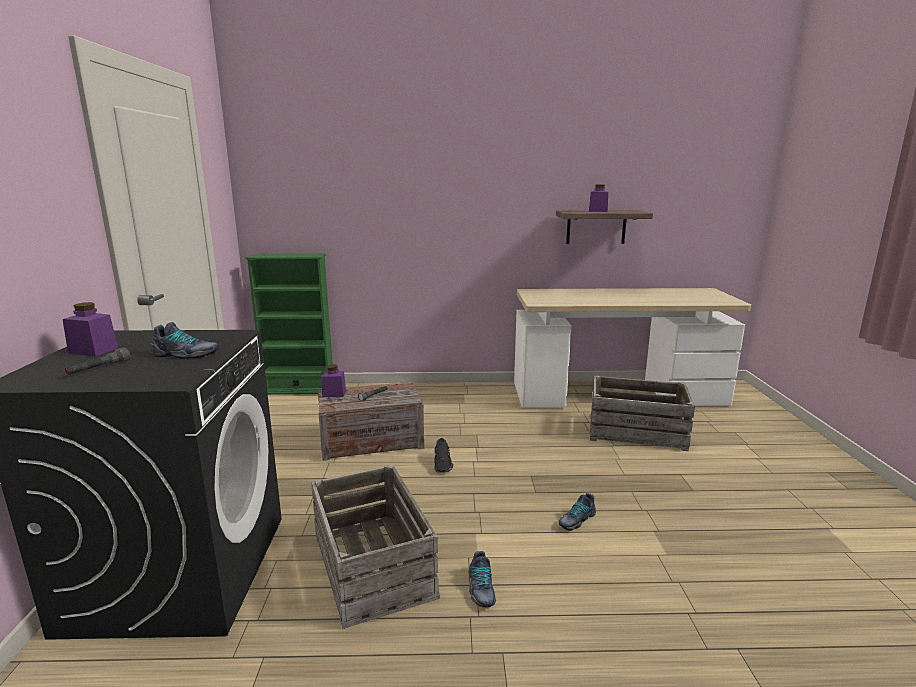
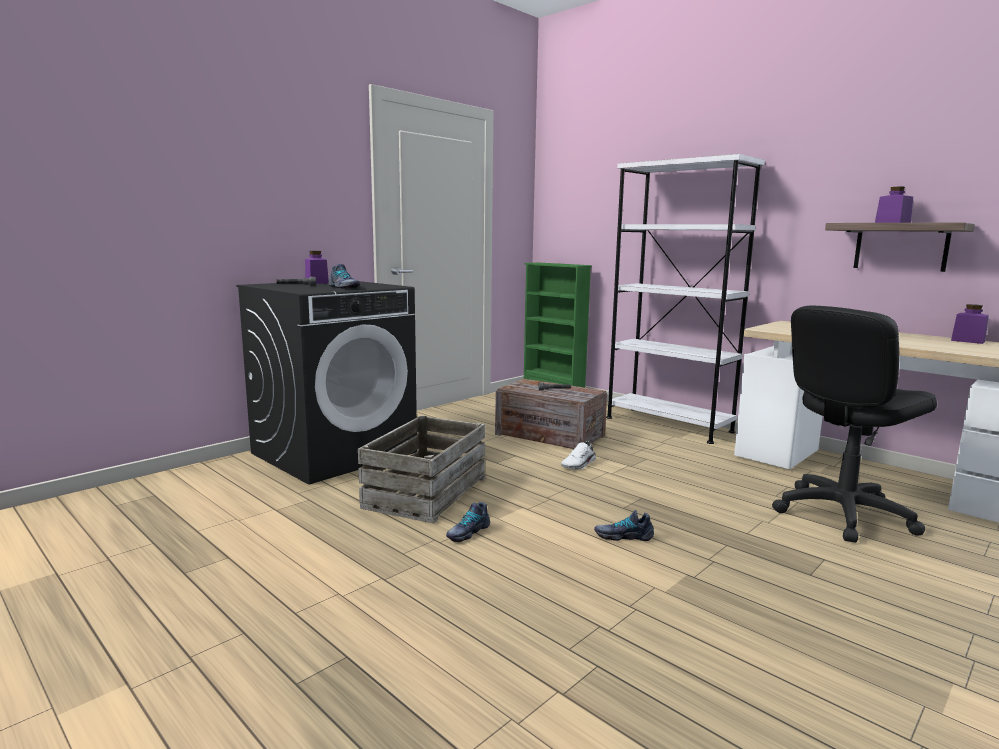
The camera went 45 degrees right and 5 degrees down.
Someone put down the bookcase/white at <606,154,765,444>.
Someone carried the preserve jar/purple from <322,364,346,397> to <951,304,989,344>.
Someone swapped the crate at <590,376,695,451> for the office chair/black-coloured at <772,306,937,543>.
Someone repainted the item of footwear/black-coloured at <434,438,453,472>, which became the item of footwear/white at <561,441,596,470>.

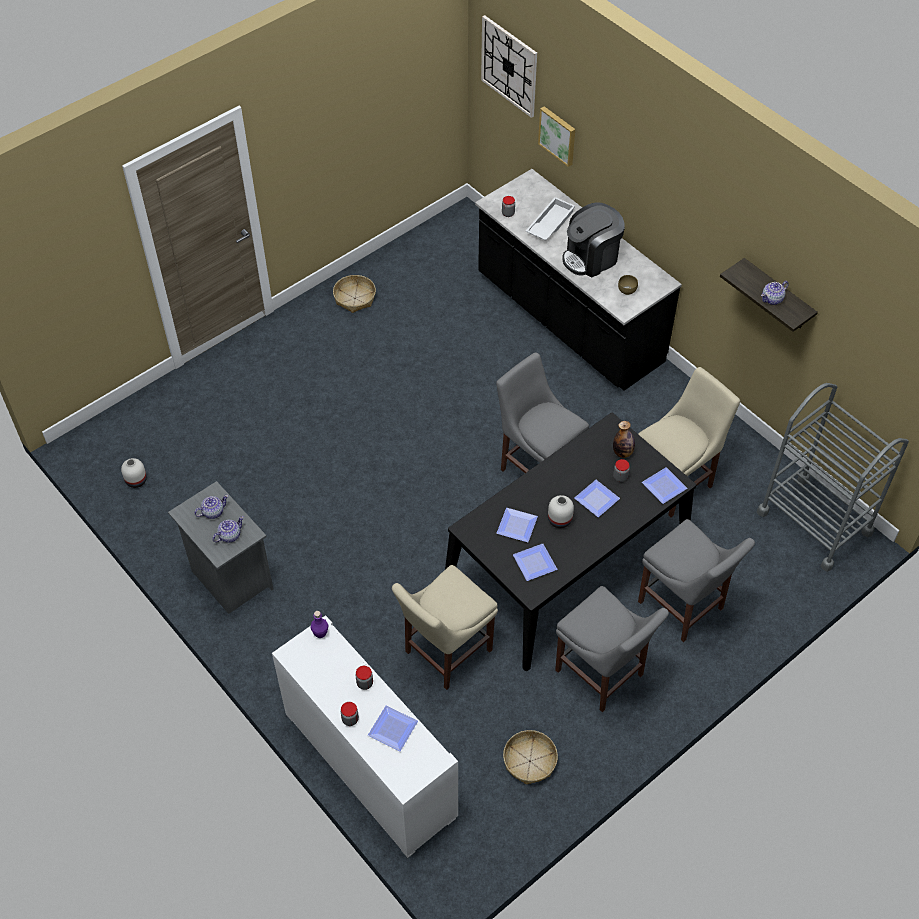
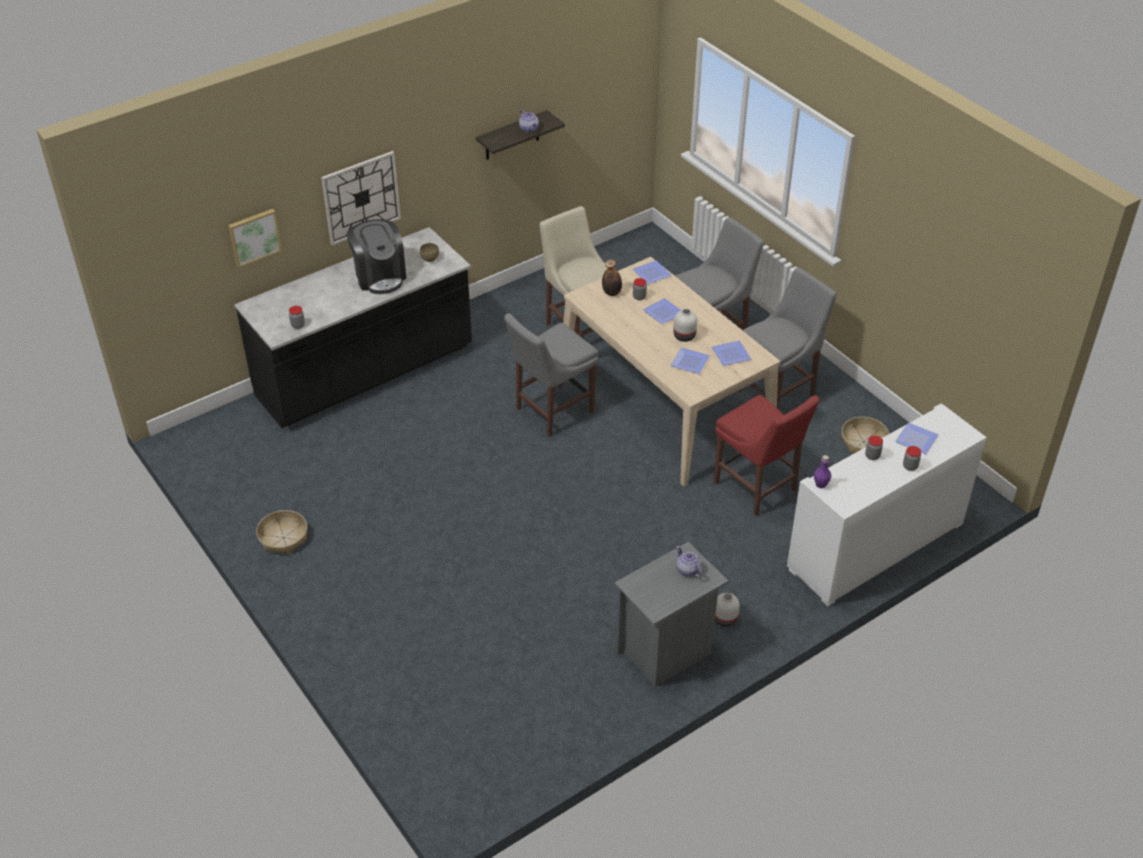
The camera went 85 degrees left and 10 degrees down.
Someone took away the tea pot at <194,495,228,519>.
Someone took away the carrying tray/white at <526,197,575,241>.
Someone took away the trolley/grey at <757,383,909,572>.
Someone carried the vase/white from <121,458,147,488> to <715,593,740,627>.
Someone carried the clock on the wall from <481,15,537,118> to <321,151,401,246>.
Someone repainted the chair/sand-coloured at <392,565,498,690>, which became the chair/reddish at <714,395,820,516>.
Someone repainted the dinner table/black-coloured at <445,412,696,671>, which became the dinner table/sand-coloured at <563,257,780,486>.

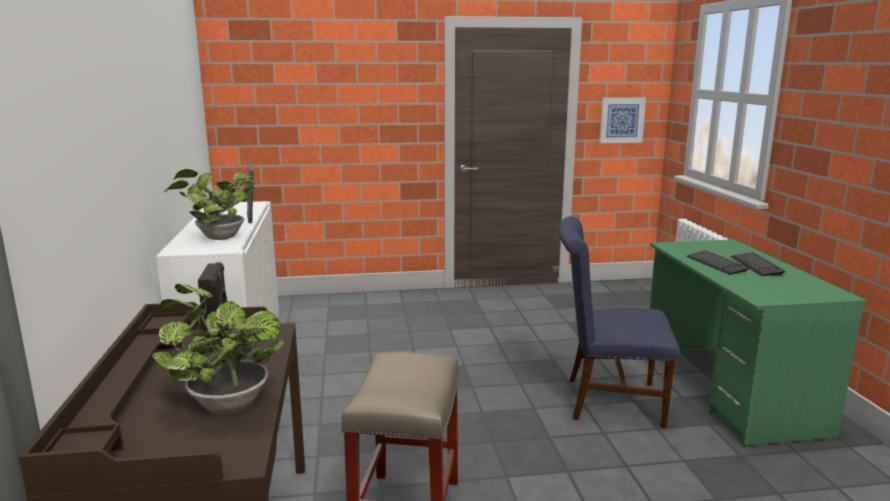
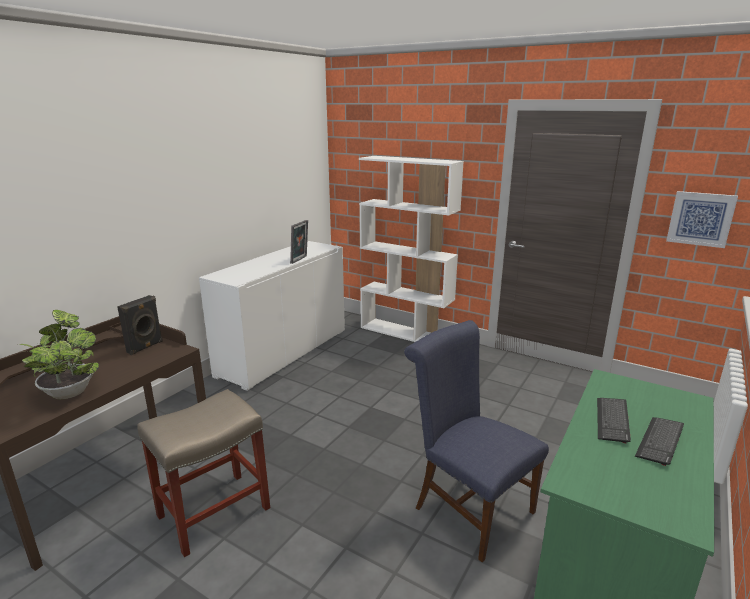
The camera went 40 degrees right and 5 degrees up.
Someone took away the houseplant at <164,169,256,240>.
Someone put down the bookcase/white at <359,156,464,342>.

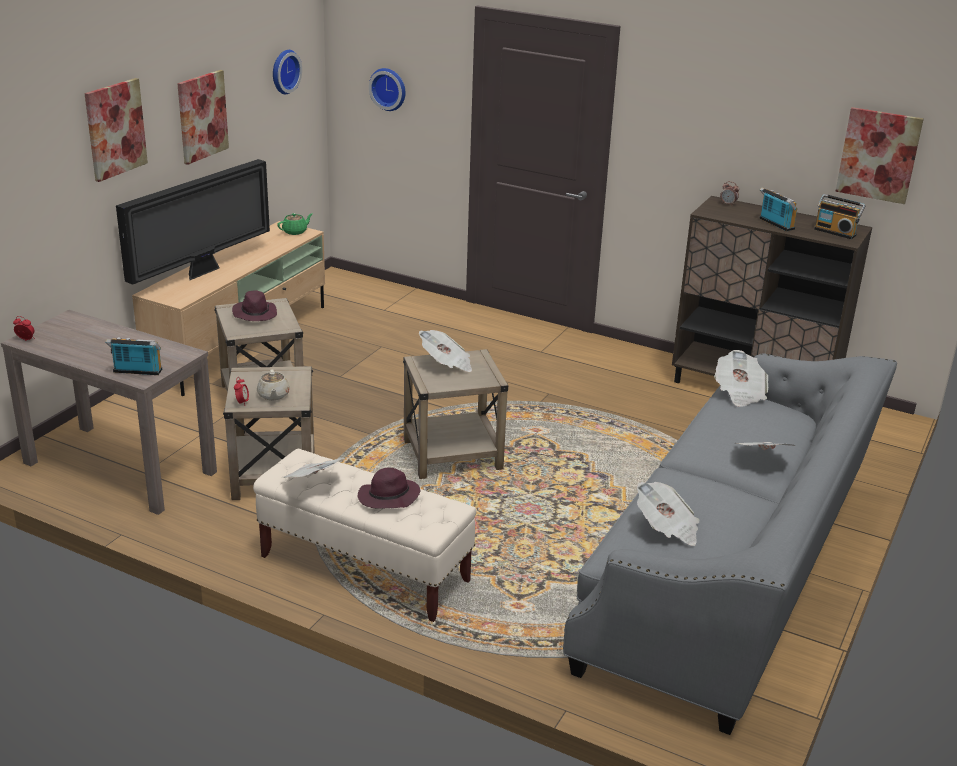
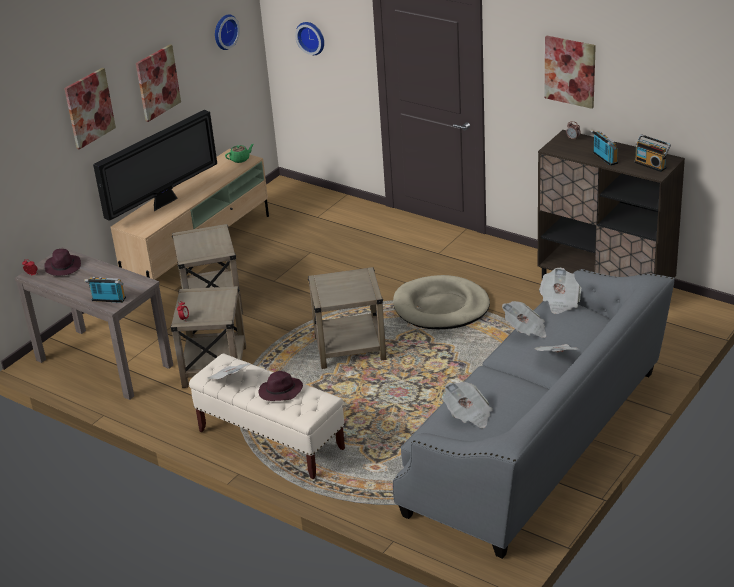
The camera went 10 degrees right and 5 degrees up.
Someone took away the tea pot/sand-coloured at <257,369,290,400>.
Someone put down the dog cushion/sand-coloured at <393,275,490,329>.
Someone carried the hat/purple from <232,290,277,321> to <44,249,81,276>.
Someone carried the daily paper from <419,330,472,372> to <502,301,546,338>.
Someone carried the wall art from <836,107,924,204> to <545,36,596,109>.

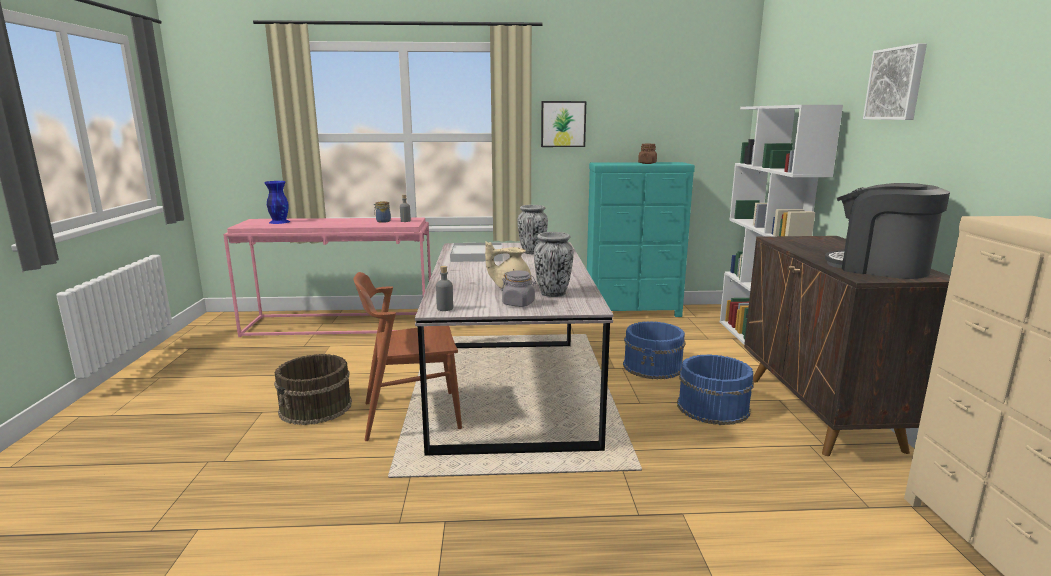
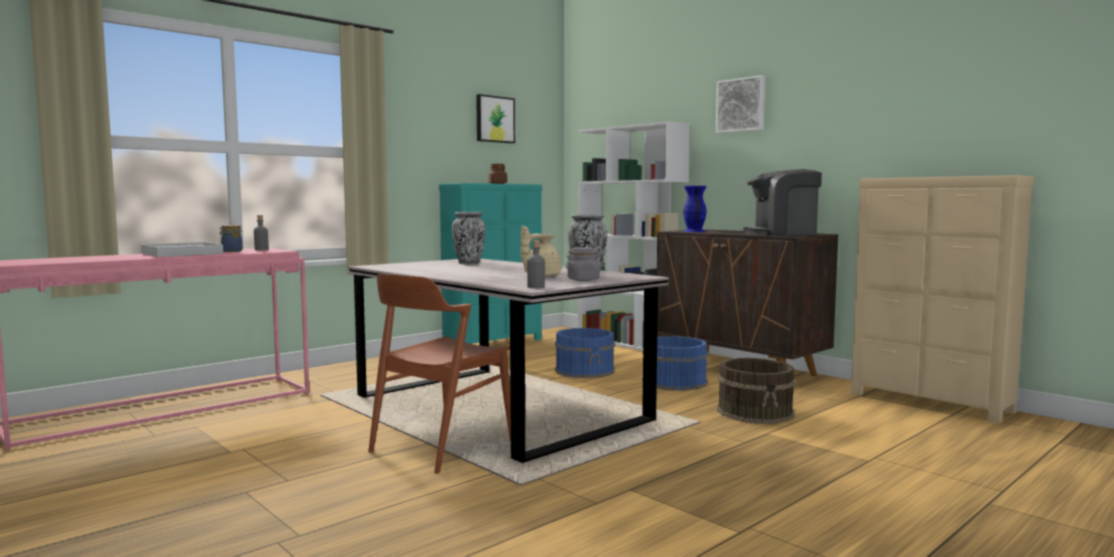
The camera went 40 degrees left and 10 degrees down.
Someone carried the vase/blue-coloured from <264,181,290,224> to <683,186,707,232>.
Someone carried the water bucket/brownish from <274,354,352,425> to <717,358,795,424>.
Someone carried the carrying tray/white from <450,242,503,262> to <141,242,223,257>.
Someone carried the wall art from <541,101,586,147> to <476,94,515,143>.

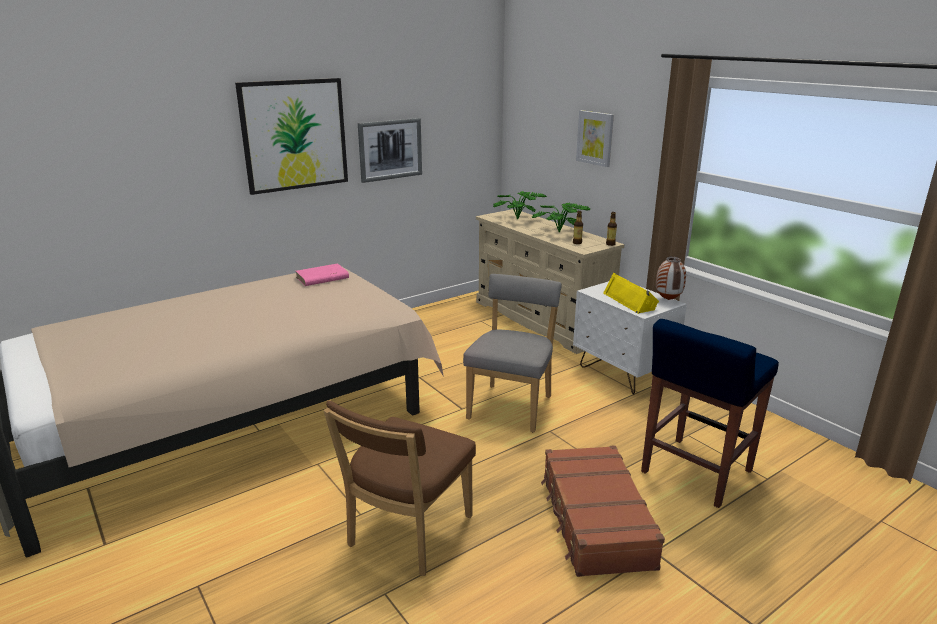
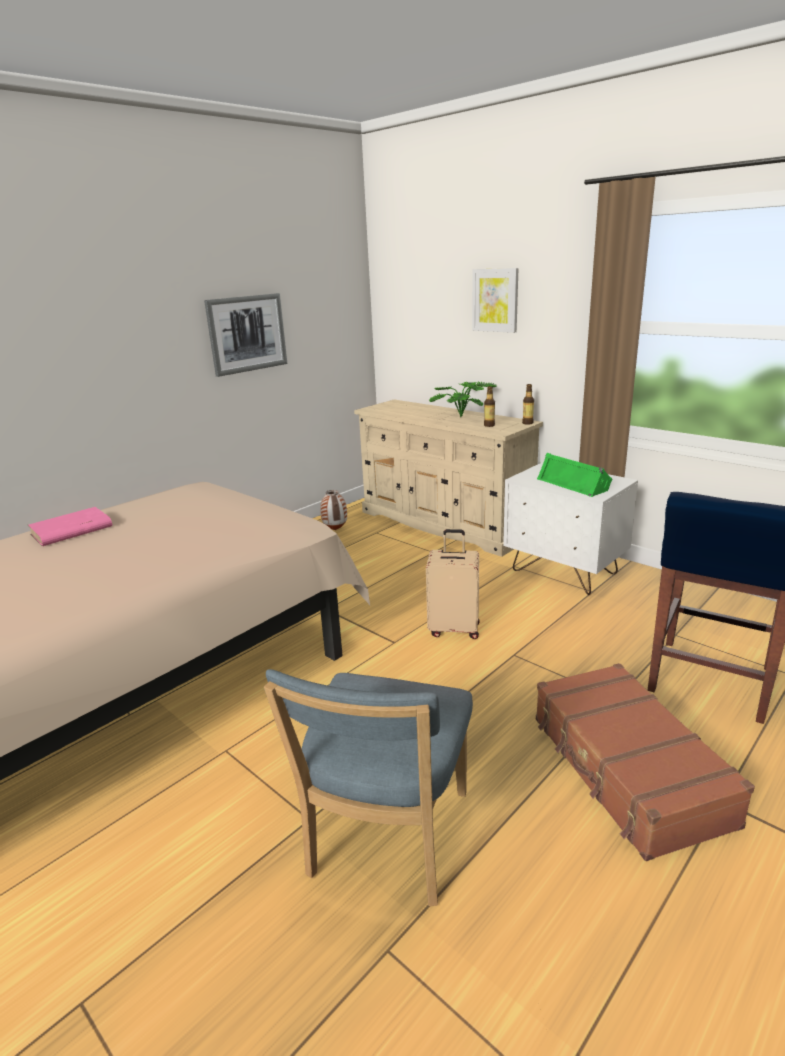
The camera went 10 degrees left and 0 degrees up.
Someone took away the wall art at <235,78,348,195>.
Someone took away the houseplant at <494,191,547,219>.
Someone carried the bound book/pinkish from <296,263,349,286> to <28,507,112,546>.
Someone carried the vase from <656,256,686,300> to <320,490,347,530>.
Someone swapped the chair/grey at <463,274,562,432> for the travel case/sand-coloured at <426,529,480,639>.
Someone repainted the chair/brownish at <323,400,476,576>, which became the chair/blue-coloured at <264,669,473,906>.
Someone repainted the loudspeaker/yellowish at <603,272,659,314>, which became the loudspeaker/green at <537,453,612,497>.

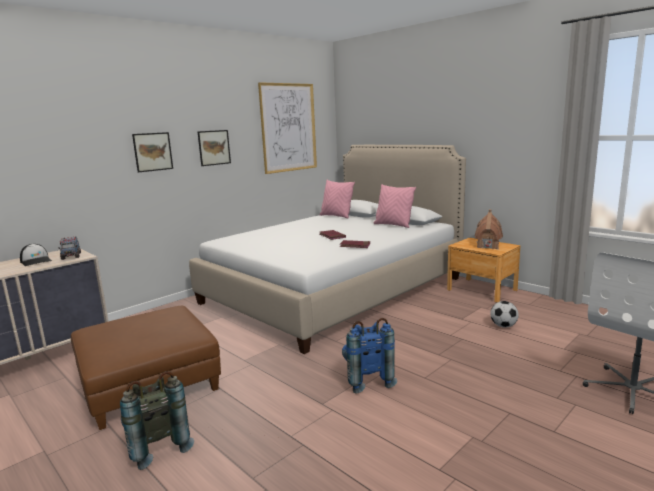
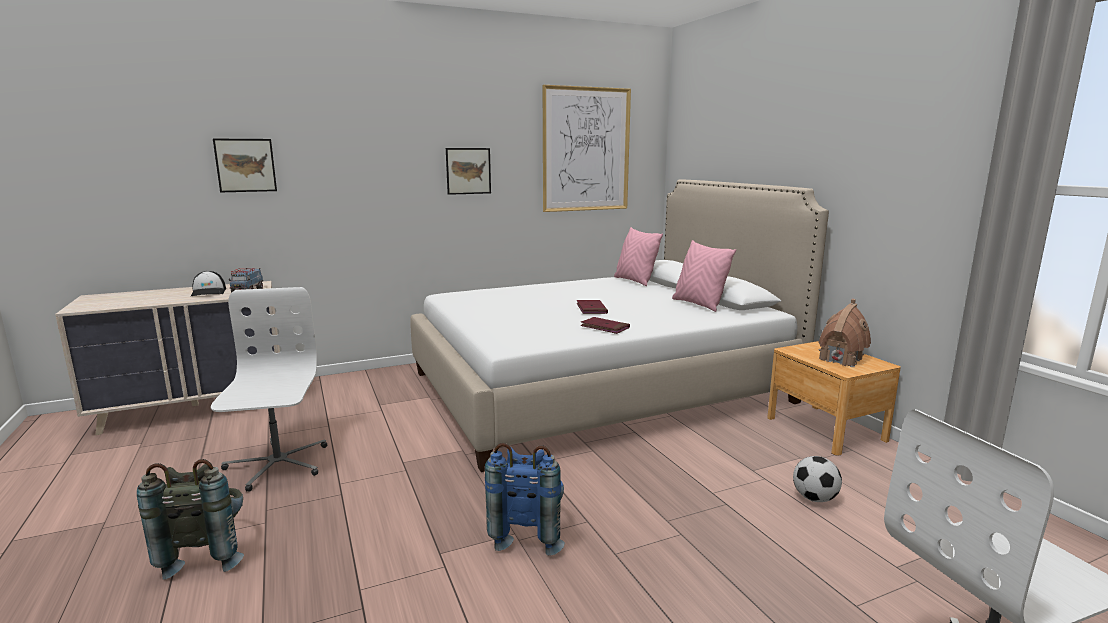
The camera went 20 degrees right and 0 degrees up.
Someone carried the wall art from <132,132,173,173> to <213,139,277,192>.
Someone swapped the footrest/brownish at <71,306,221,430> for the office chair/white at <211,287,327,492>.

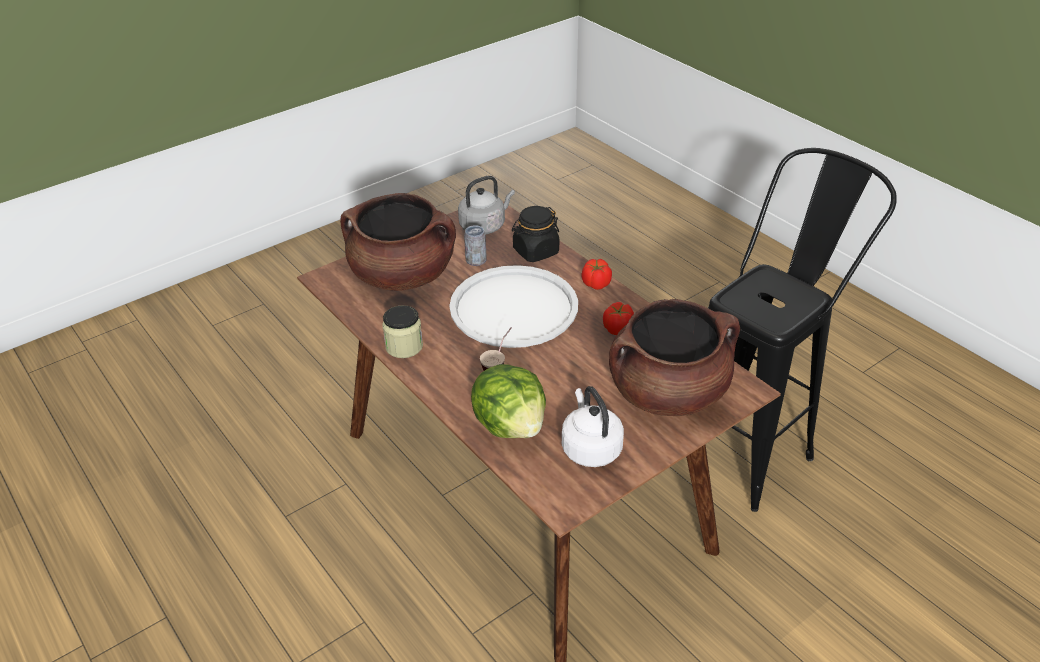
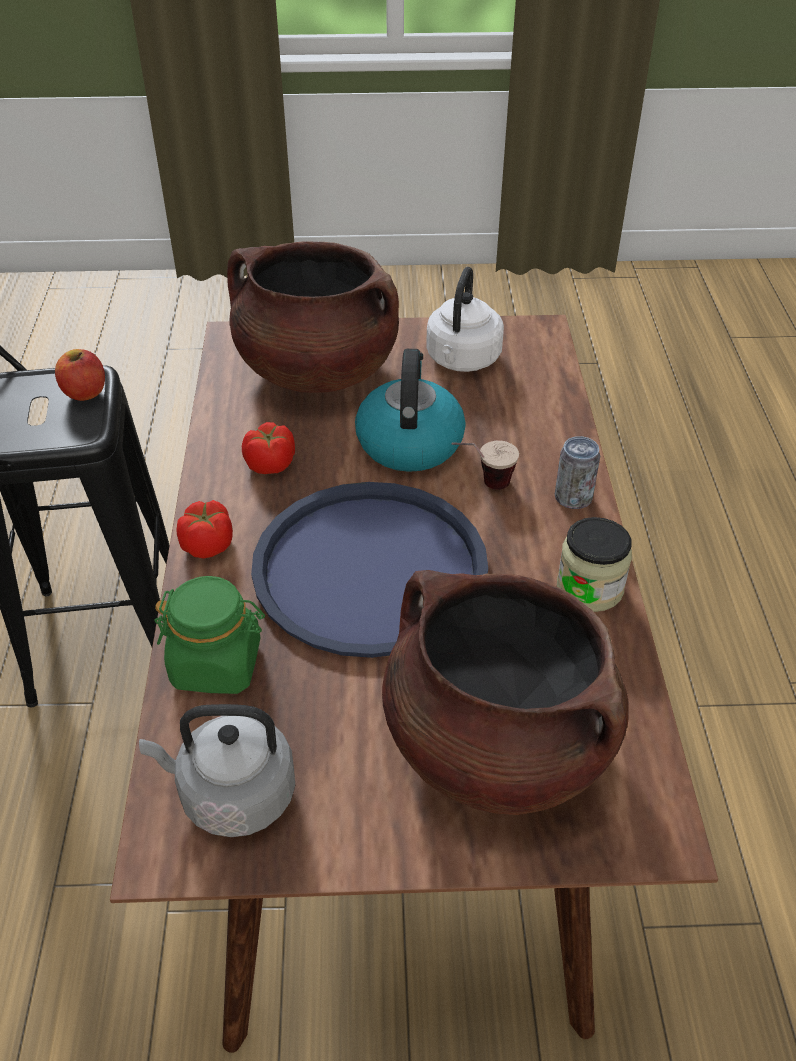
The camera went 145 degrees left and 5 degrees up.
Someone took away the lettuce head at <471,364,546,438>.
Someone put down the whole apple at <55,349,105,401>.
Someone put down the water kettle at <355,349,466,472>.
Someone carried the can from <464,225,487,266> to <555,436,600,509>.
Someone repainted the carrying tray/white at <449,265,578,348>, which became the carrying tray/blue-coloured at <251,482,488,658>.
Someone repainted the preserve jar/black-coloured at <512,206,559,262>, which became the preserve jar/green at <155,576,265,694>.

